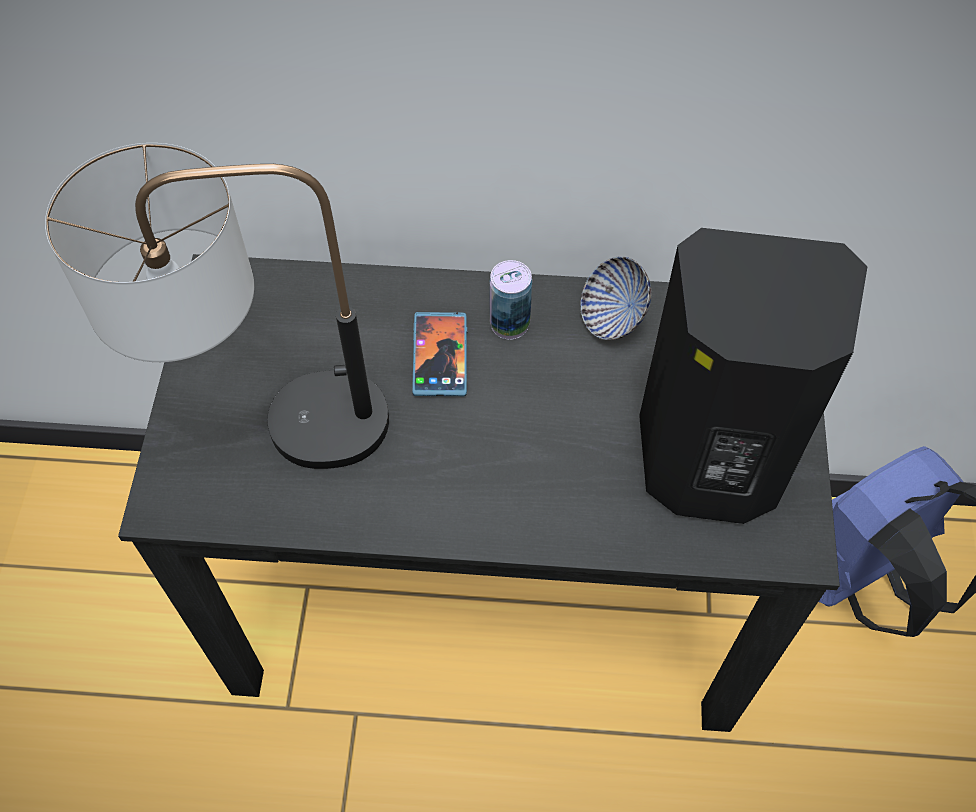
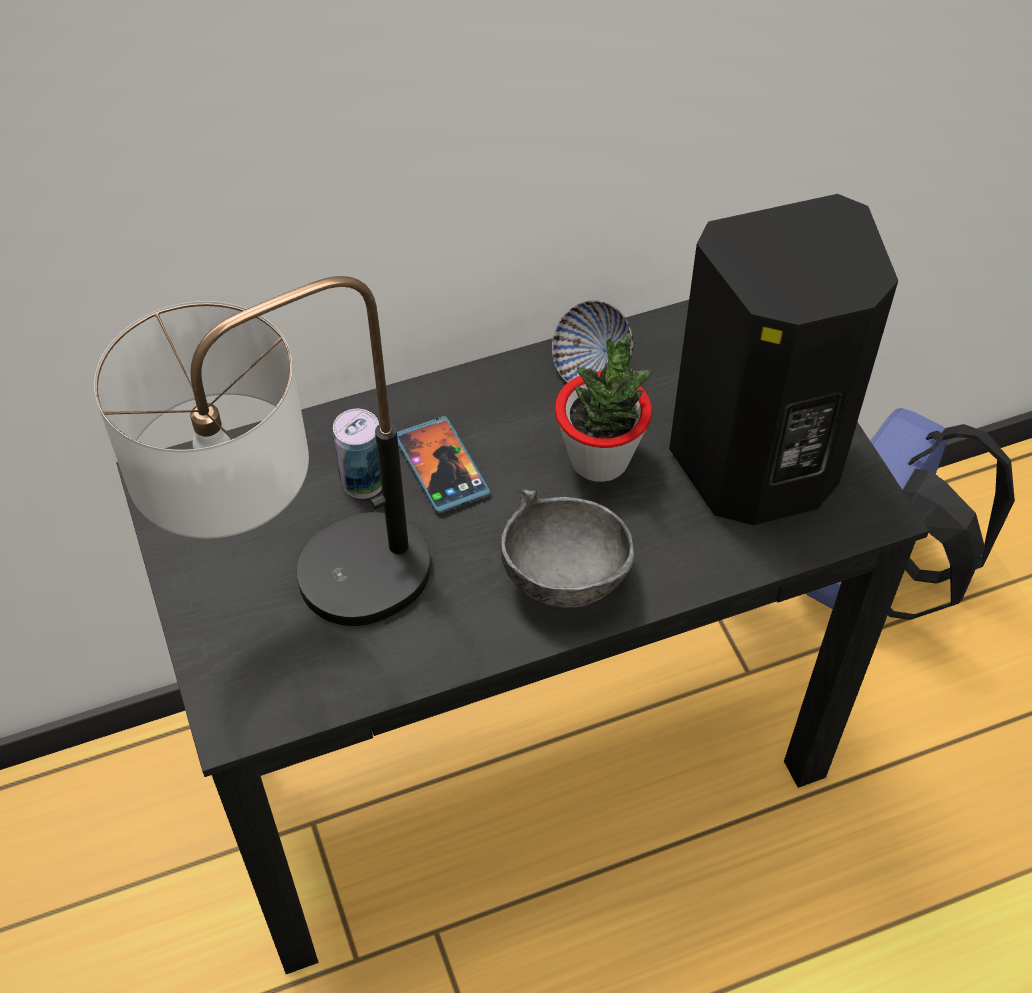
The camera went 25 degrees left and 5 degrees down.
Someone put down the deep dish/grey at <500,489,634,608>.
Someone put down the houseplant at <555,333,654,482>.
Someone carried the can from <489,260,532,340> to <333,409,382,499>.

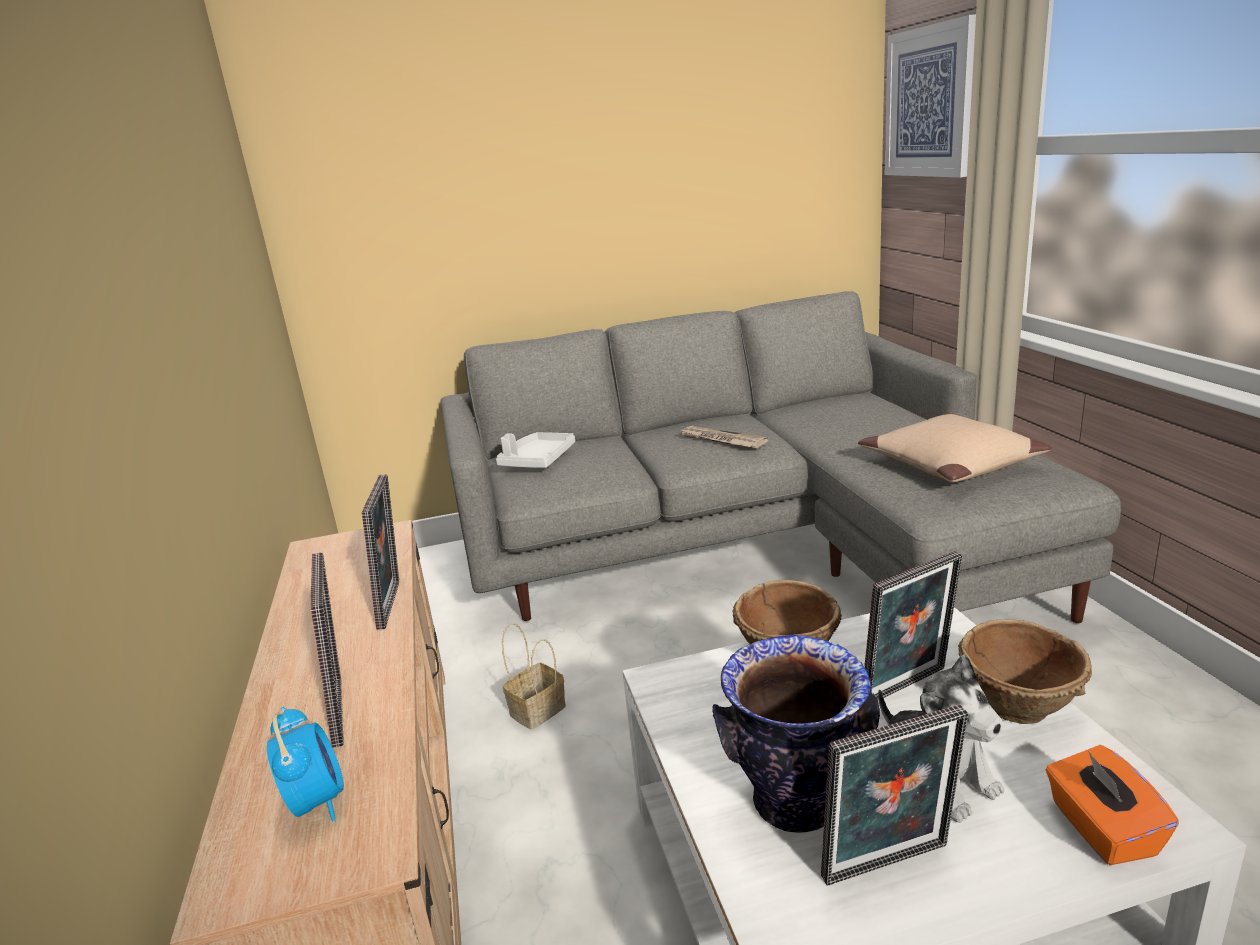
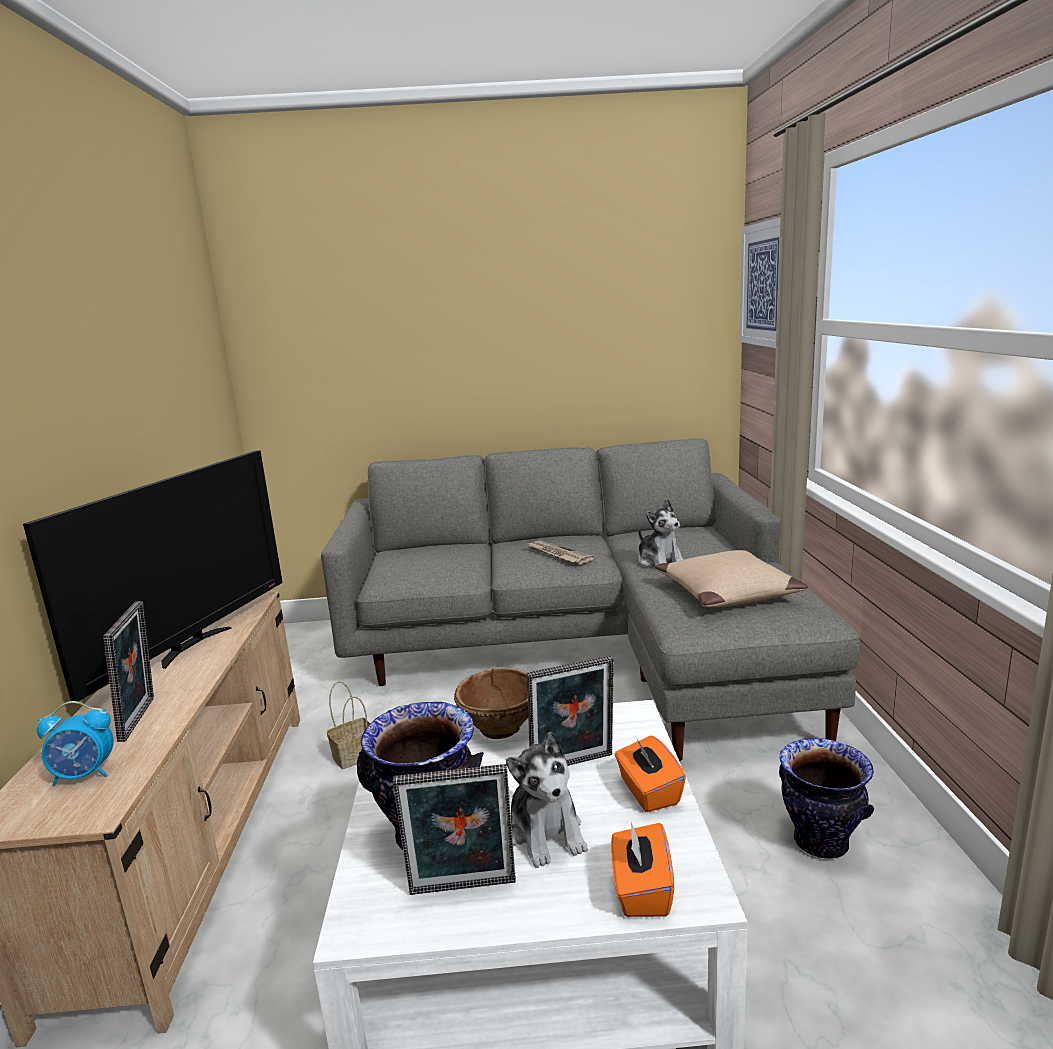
The camera went 10 degrees right and 5 degrees down.
Someone took away the picture frame at <362,475,399,630>.
Someone took away the carrying tray/grey at <496,432,575,468>.
Someone put down the television at <23,450,283,702>.
Someone put down the plush toy at <638,499,683,566>.
Someone put down the vase at <779,738,874,859>.
Someone swapped the deep dish/brownish at <958,619,1092,724> for the box of tissues/orange-coloured at <615,736,686,812>.
Someone rotated the bedside clock at <267,707,344,822> by 90 degrees clockwise.

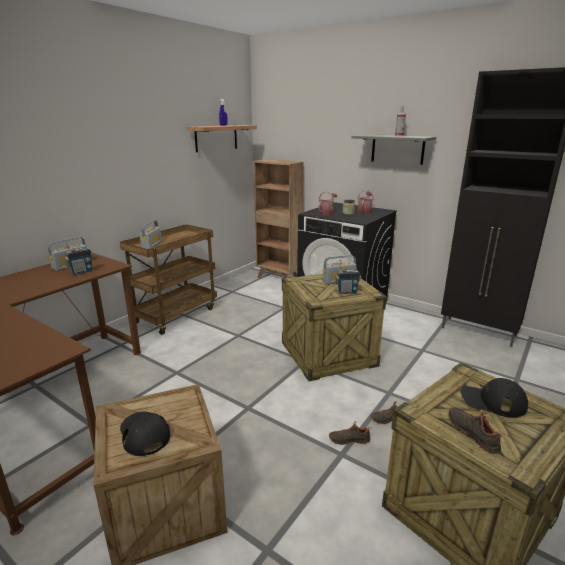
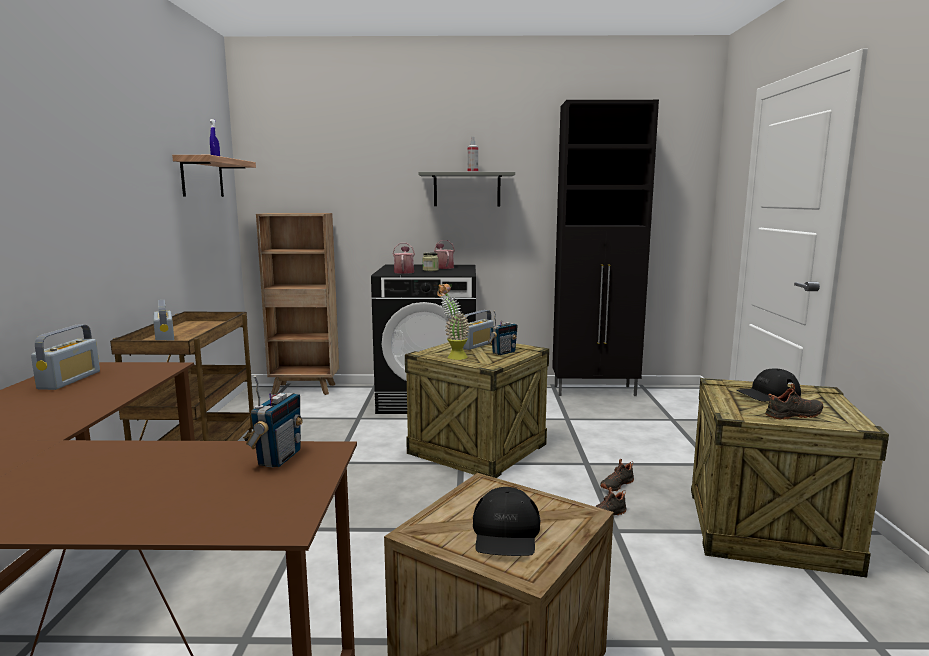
The camera went 35 degrees left and 10 degrees down.
Someone put down the houseplant at <437,284,470,360>.
Someone carried the radio set from <64,240,93,275> to <246,375,303,467>.
Someone rotated the baseball cap/black-coloured at <120,411,170,456> by 105 degrees counterclockwise.
Someone rotated the item of footwear/black-coloured at <448,407,502,454> by 135 degrees clockwise.

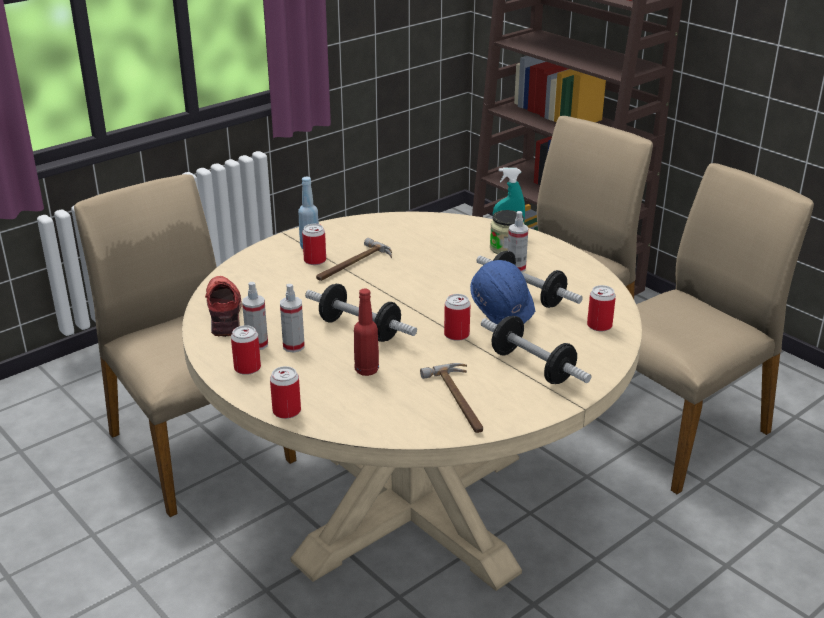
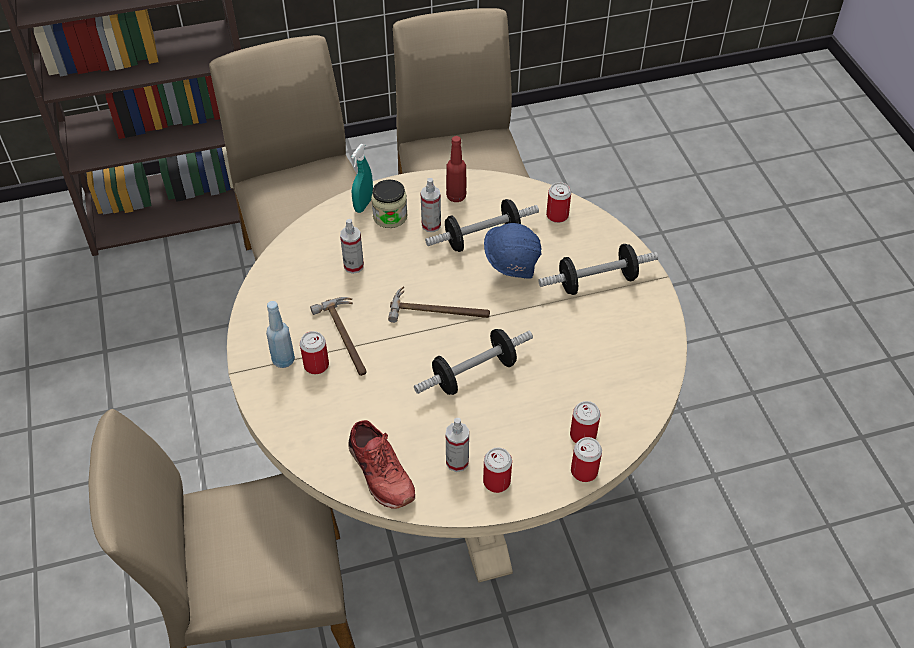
The camera went 65 degrees left and 20 degrees up.
Someone carried the hand sprayer from <280,284,305,353> to <340,219,364,274>.
Someone carried the drink bottle/reddish from <354,289,379,376> to <446,136,467,202>.
Someone carried the hammer from <420,363,483,433> to <388,286,490,323>.
Someone carried the can from <444,294,471,341> to <570,401,600,443>.
Someone rotated the item of footwear/reddish at <205,276,242,337> by 135 degrees counterclockwise.

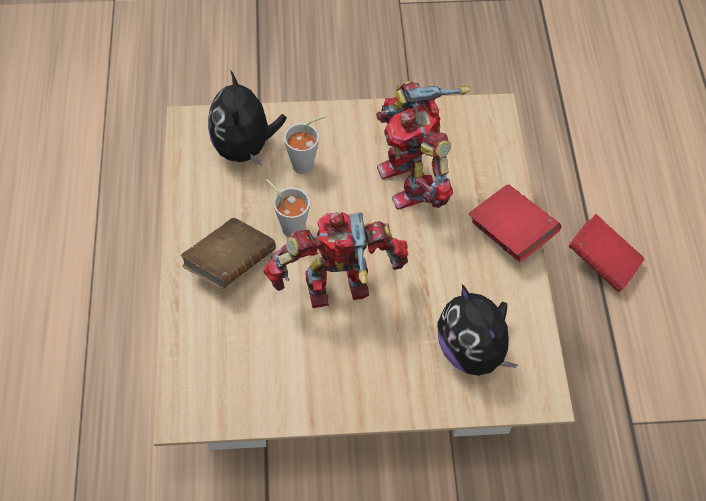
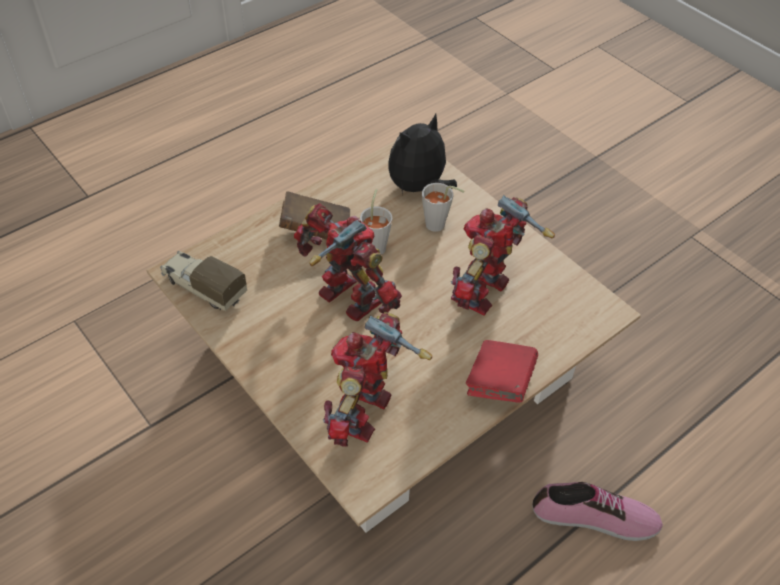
The camera went 55 degrees right and 10 degrees down.
Someone put down the model truck at <160,251,247,312>.
Someone swapped the plush toy at <437,284,518,376> for the model robot at <323,312,432,447>.
Someone swapped the bound book/reddish at <569,214,645,292> for the item of footwear at <532,482,663,541>.

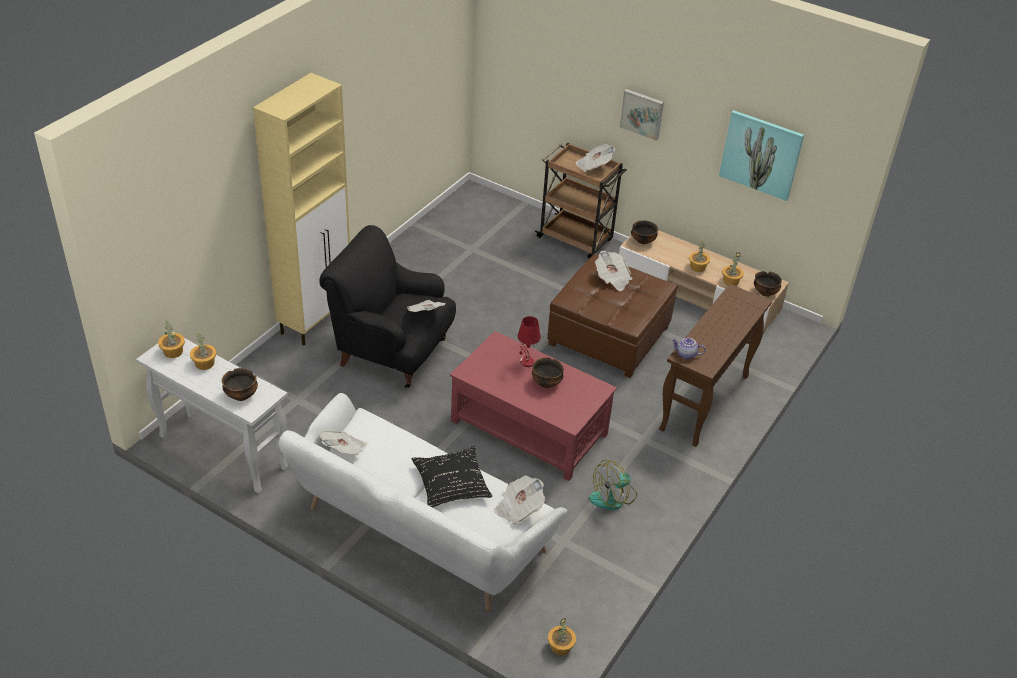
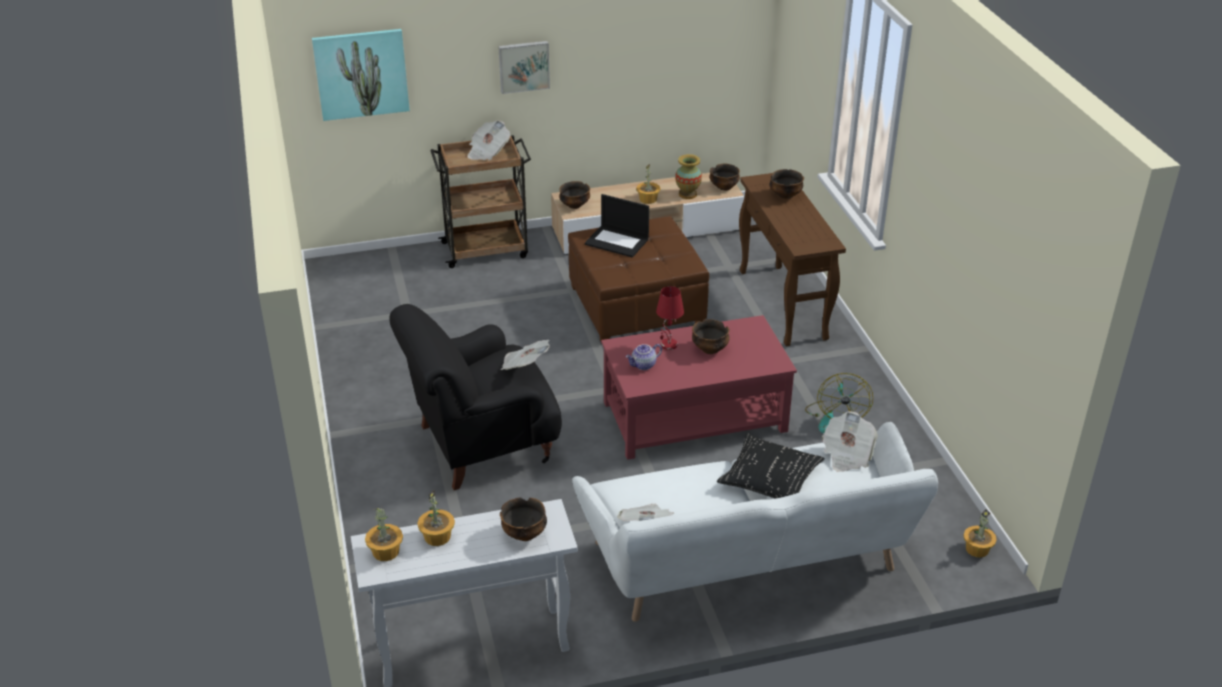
The camera went 45 degrees left and 5 degrees down.
Someone took away the storage cabinet/sand-coloured at <253,73,350,345>.
Someone put down the deep dish at <769,169,804,199>.
Someone carried the tea pot from <671,338,706,359> to <626,344,662,370>.
Someone carried the wall art from <719,110,804,201> to <312,29,410,121>.
Someone swapped the daily paper at <595,251,633,291> for the notebook computer at <585,194,649,257>.
Someone swapped the houseplant at <722,252,744,286> for the vase at <675,154,702,199>.

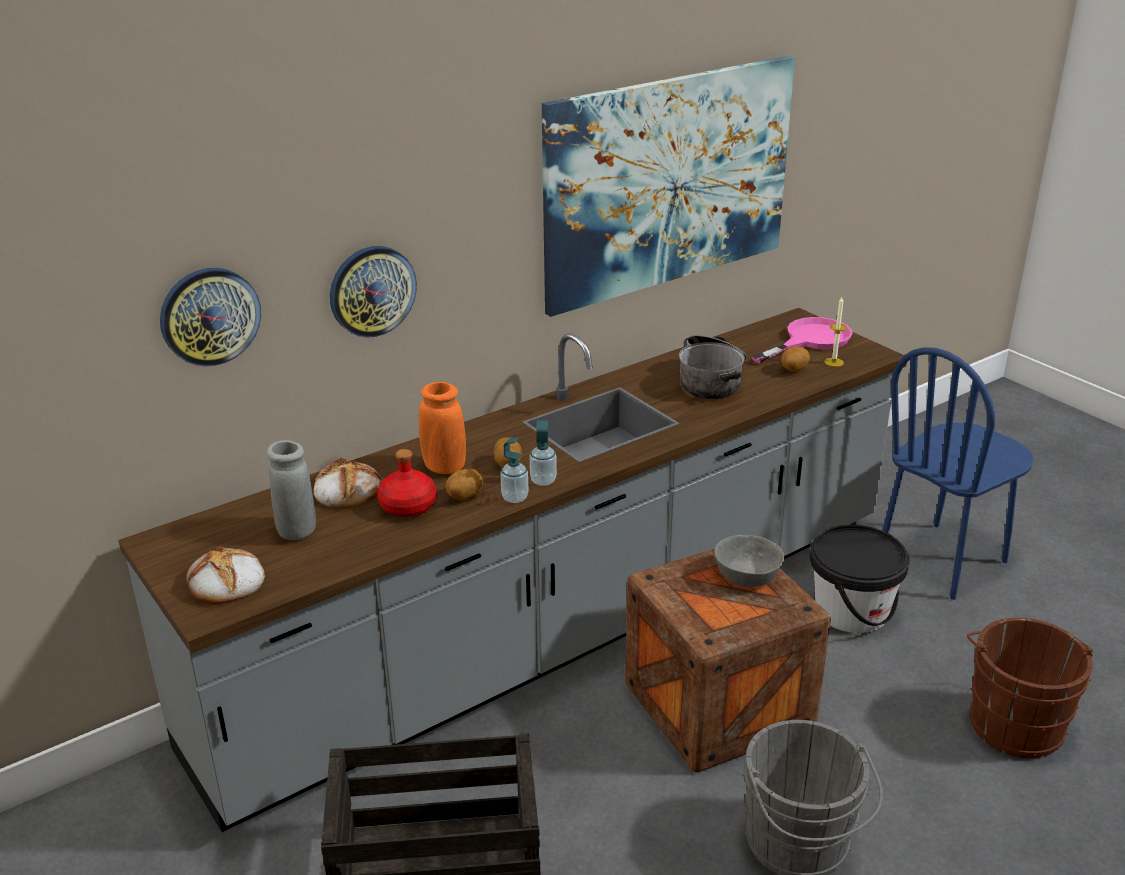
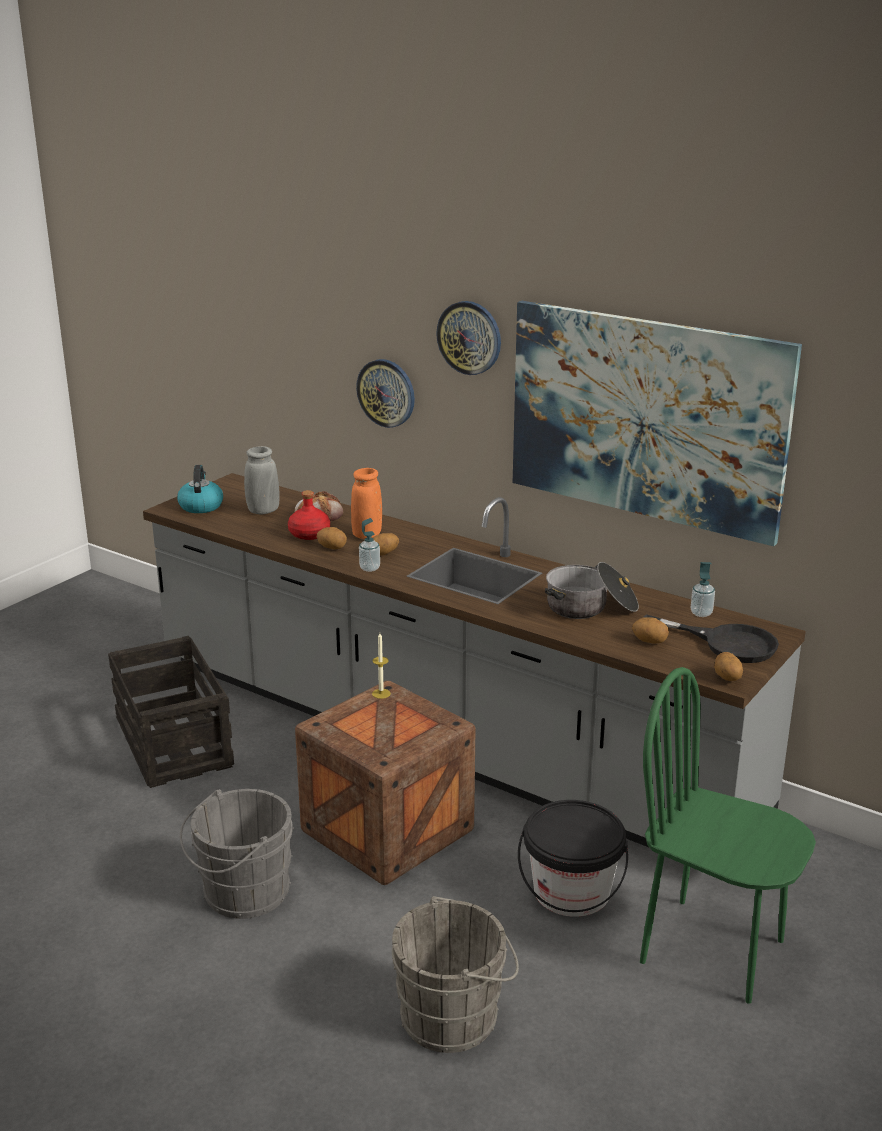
The camera went 70 degrees right and 5 degrees down.
Someone took away the deep dish/grey at <714,535,784,587>.
Someone put down the whole potato at <714,652,743,681>.
Someone carried the clock on the wall from <160,268,261,366> to <436,301,501,375>.
Someone carried the liquid soap bottle from <500,437,528,503> to <691,562,715,617>.
Someone carried the candle from <824,297,847,367> to <372,633,391,699>.
Someone swapped the bread at <186,547,265,604> for the water kettle at <177,465,223,513>.
Someone repainted the frying pan/pinkish at <752,317,853,363>, which became the frying pan/black-coloured at <643,614,779,663>.
Someone repainted the chair/blue-coloured at <882,347,1034,600>, which became the chair/green at <640,667,816,1004>.
Someone repainted the water bucket/brownish at <967,618,1093,758>, which became the water bucket/grey at <392,896,519,1053>.

